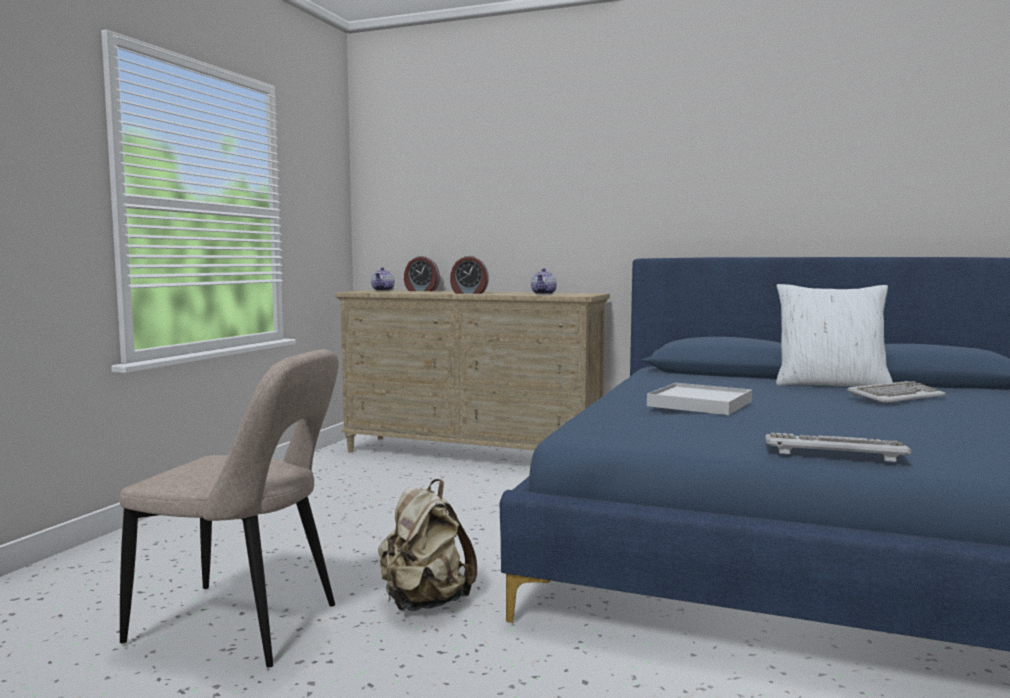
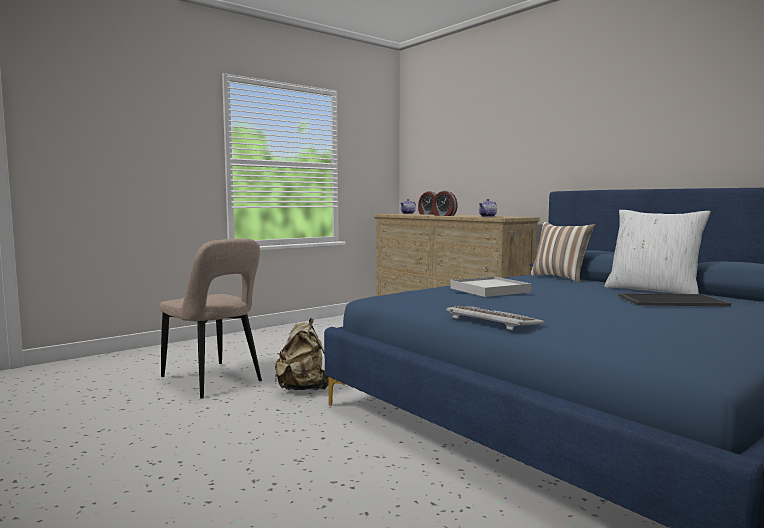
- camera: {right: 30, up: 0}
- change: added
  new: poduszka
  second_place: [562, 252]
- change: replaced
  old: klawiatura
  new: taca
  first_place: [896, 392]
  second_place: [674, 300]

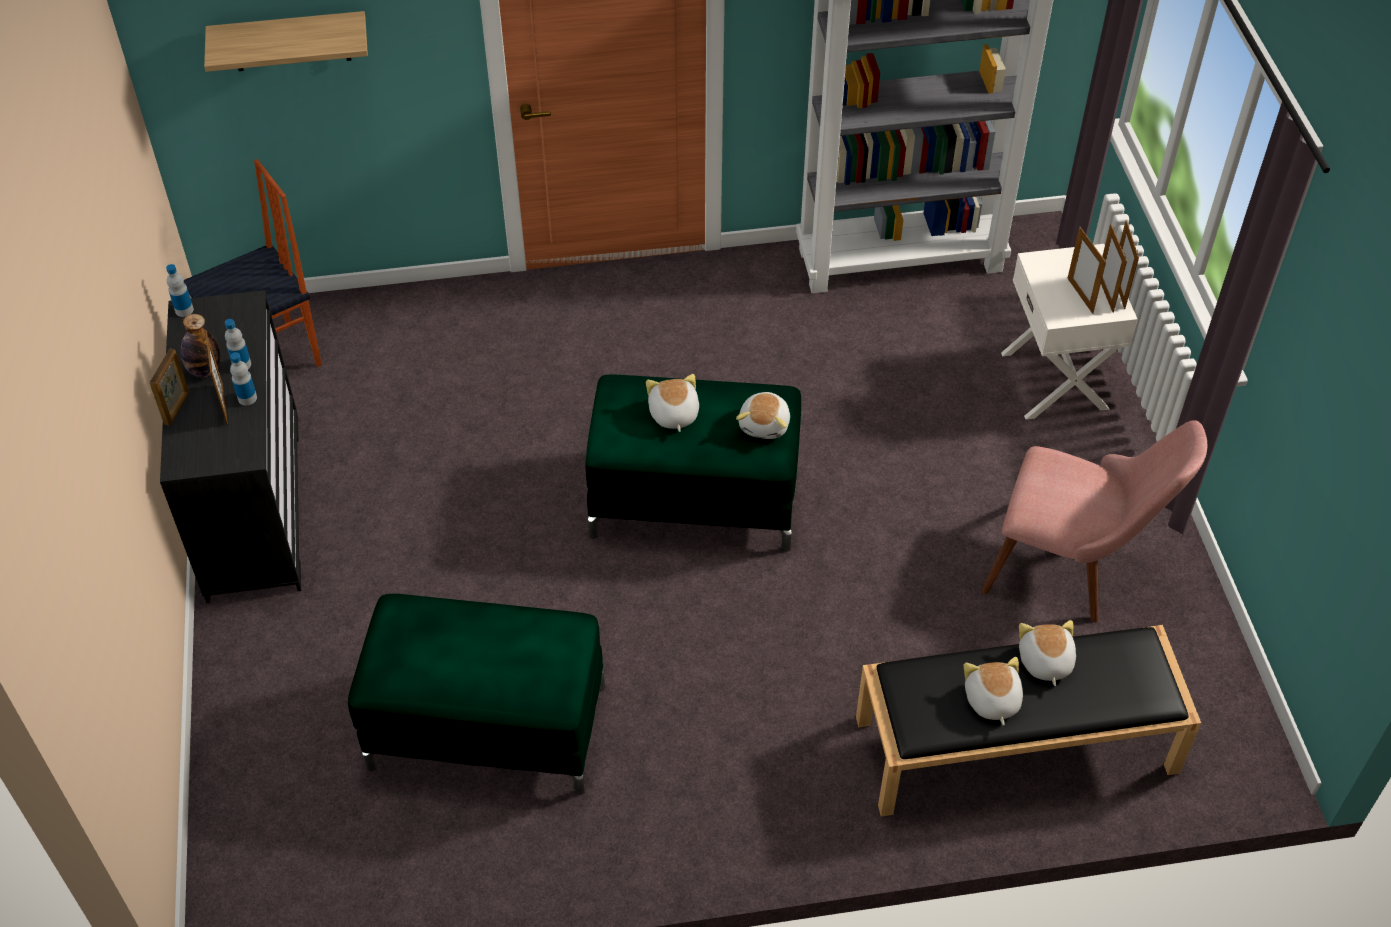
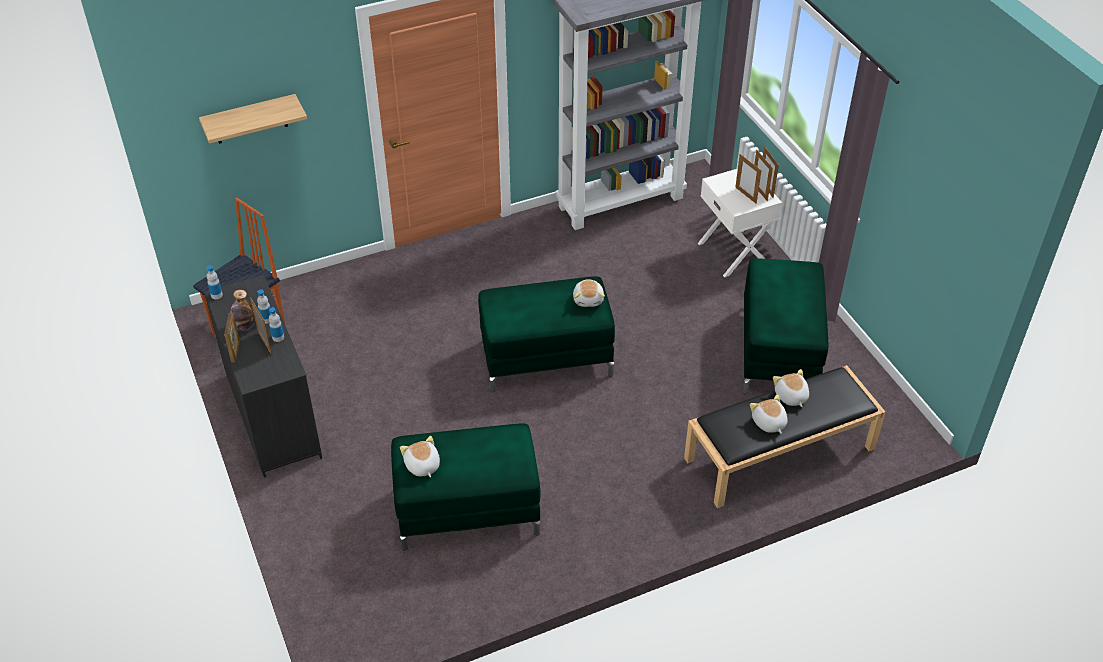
- camera: {right: -15, up: -5}
- change: moved
  old: pluszak
  first_place: [672, 403]
  second_place: [420, 457]
- change: replaced
  old: krzesło (różowy)
  new: pufa (zielony)
  first_place: [1094, 521]
  second_place: [785, 326]

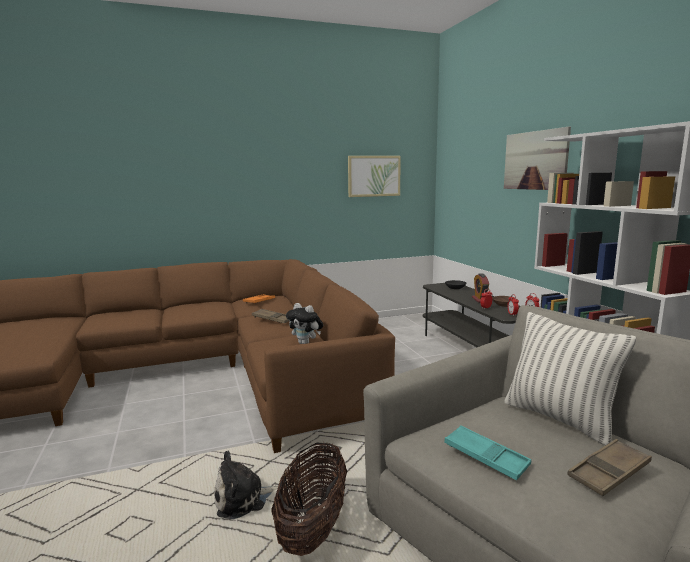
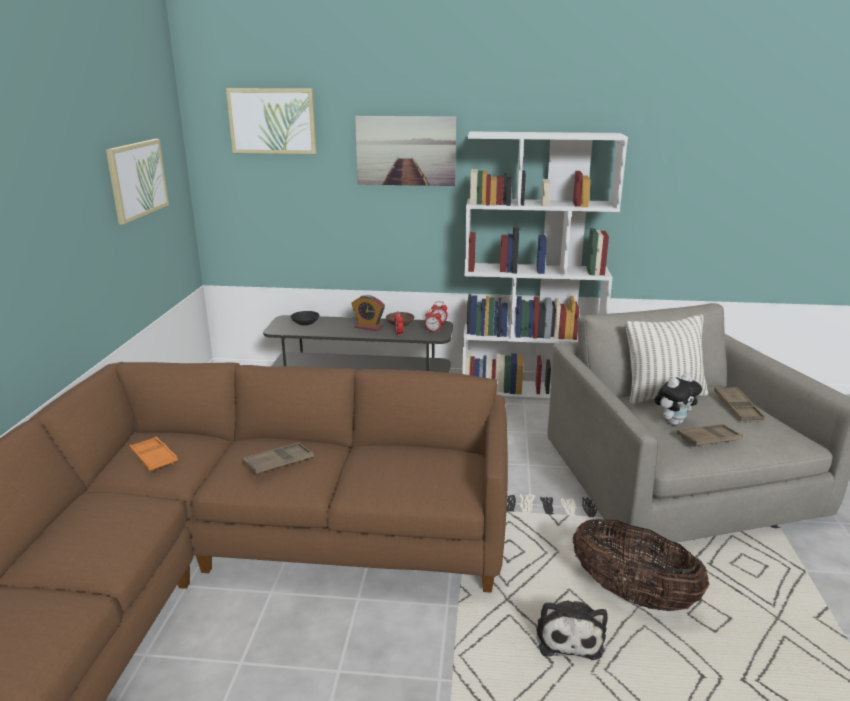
- camera: {right: -65, up: 10}
- change: added
  new: obraz
  second_place: [271, 121]
- change: moved
  old: pluszak
  first_place: [304, 323]
  second_place: [678, 399]
- change: recoloured
  old: taca (turkusowy)
  new: taca (brązowy)
  first_place: [487, 453]
  second_place: [710, 435]

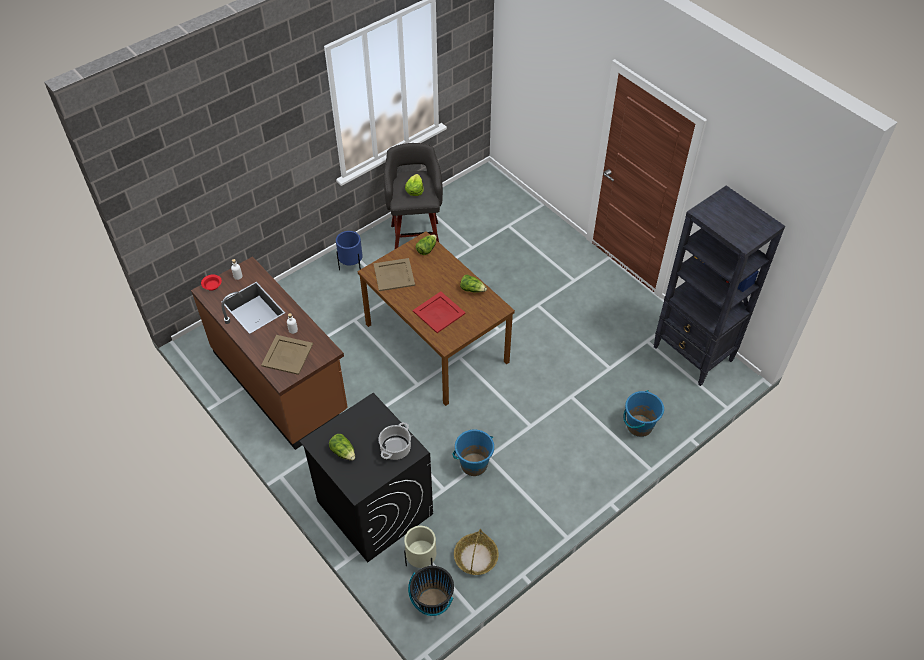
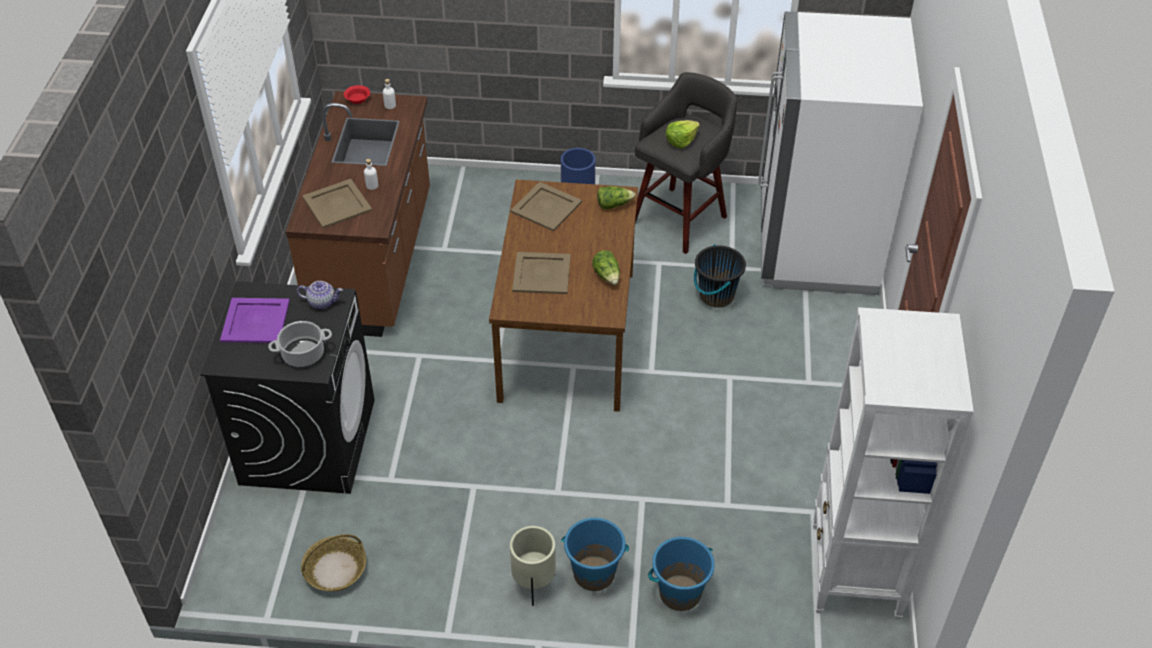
- camera: {right: 45, up: -5}
- change: replaced
  old: sałata
  new: taca (fioletowy)
  first_place: [342, 447]
  second_place: [255, 320]
- change: added
  new: imbryk
  second_place: [320, 295]
- change: moved
  old: donica (beżowy)
  first_place: [420, 547]
  second_place: [533, 566]
- change: recoloured
  old: taca (czerwony)
  new: taca (beżowy)
  first_place: [439, 312]
  second_place: [541, 273]
- change: moved
  old: wiadro (niebieski)
  first_place: [473, 453]
  second_place: [595, 554]
- change: moved
  old: wiadro (czarny)
  first_place: [431, 591]
  second_place: [720, 276]
- change: added
  new: lodówka (biały)
  second_place: [840, 153]
- change: recoloured
  old: regał (czarny)
  new: regał (biały)
  first_place: [719, 285]
  second_place: [893, 463]

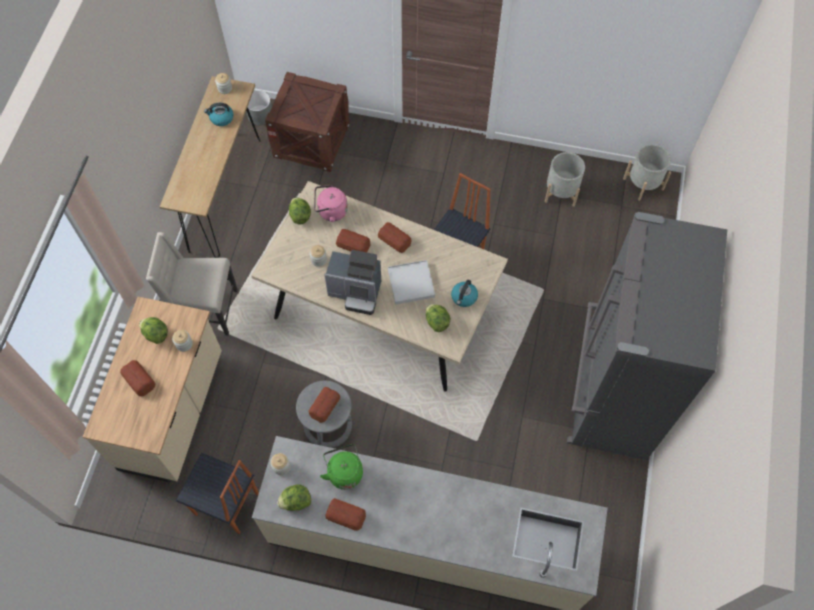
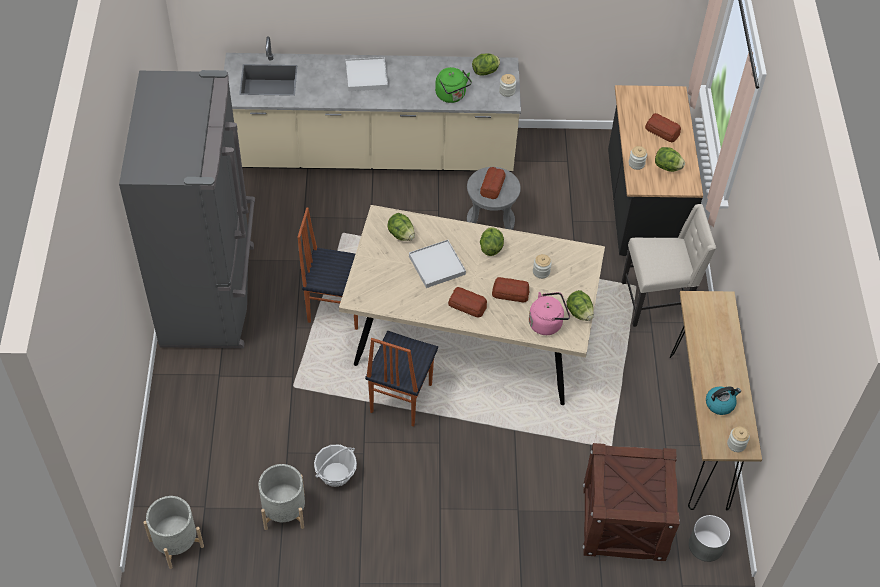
- camera: {right: 165, up: -10}
- change: moved
  old: krzesło
  first_place: [217, 493]
  second_place: [328, 268]
- change: added
  new: koszyk
  second_place: [335, 466]
- change: added
  new: taca (biały)
  second_place: [367, 74]
- change: replaced
  old: ekspres do kawy
  new: sałata
  first_place: [352, 282]
  second_place: [492, 241]
- change: recoloured
  old: zabudowa kuchenna (beżowy)
  new: zabudowa kuchenna (czarny)
  first_place: [152, 389]
  second_place: [655, 174]
- change: removed
  old: chleb
  first_place: [345, 514]
- change: removed
  old: czajnik
  first_place: [464, 293]

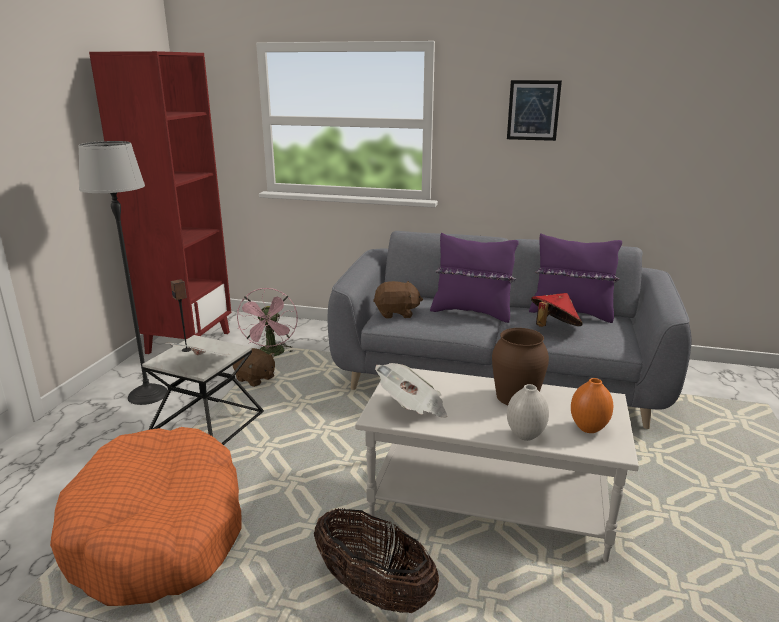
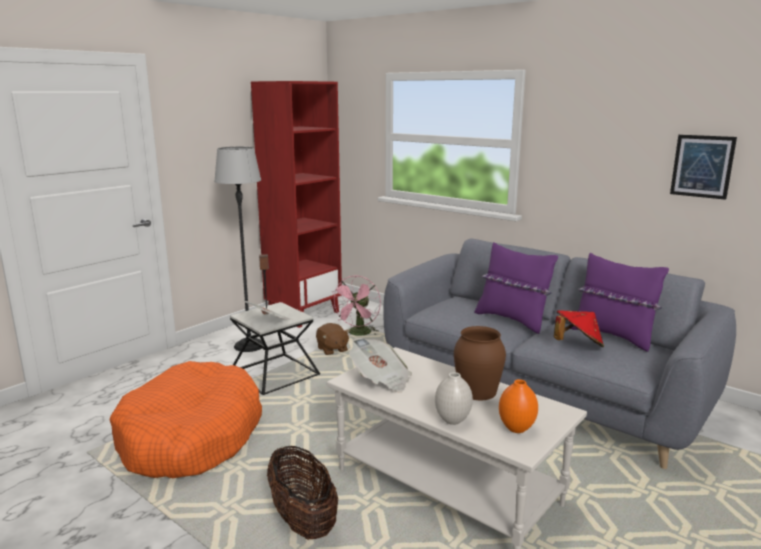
- camera: {right: 25, up: -5}
- change: moved
  old: obraz
  first_place: [534, 110]
  second_place: [703, 167]
- change: removed
  old: pluszak (brązowy)
  first_place: [398, 300]

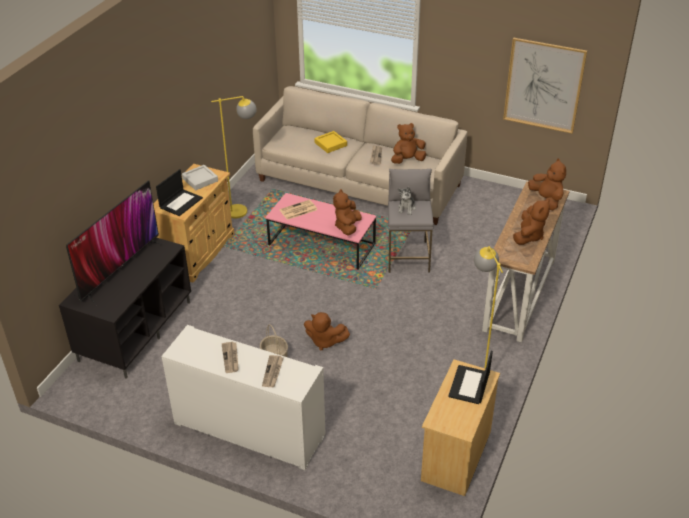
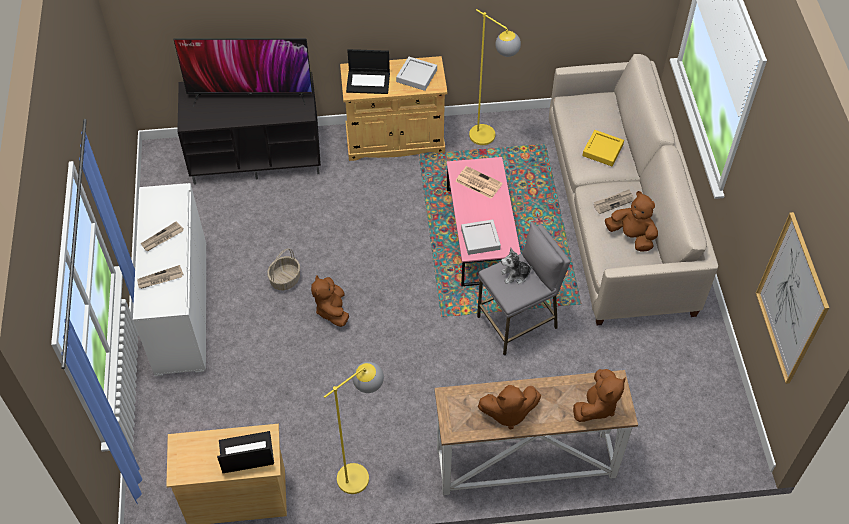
- camera: {right: 60, up: 15}
- change: replaced
  old: pluszak (brązowy)
  new: taca (szary)
  first_place: [347, 212]
  second_place: [481, 237]

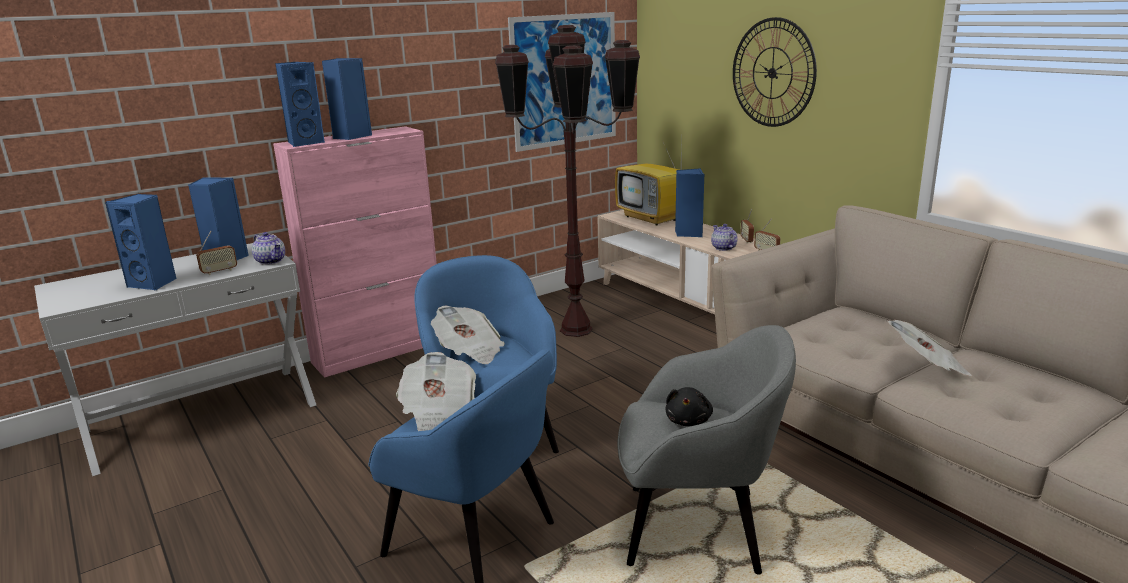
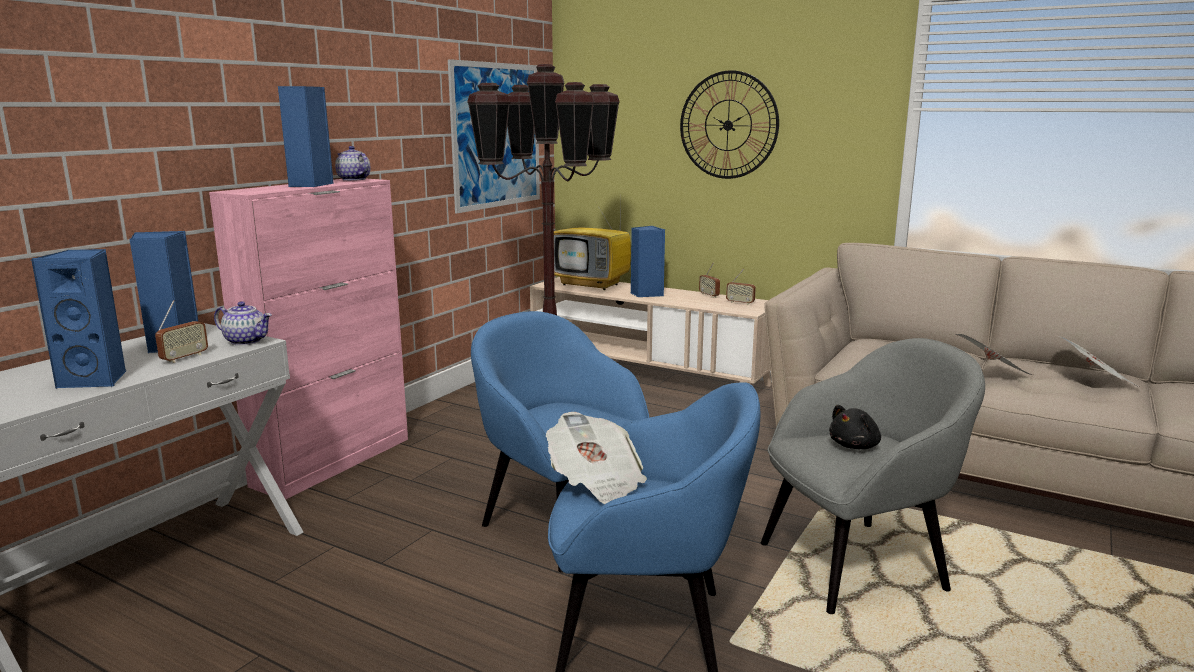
- camera: {right: -25, up: -5}
- change: moved
  old: imbryk
  first_place: [724, 237]
  second_place: [353, 163]
- change: turned
  old: pluszak (czarny)
  first_place: [689, 406]
  second_place: [855, 427]
  degrees: 60
- change: moved
  old: gazeta
  first_place: [468, 335]
  second_place: [1098, 361]
- change: removed
  old: głośnik (niebieski)
  first_place: [300, 104]

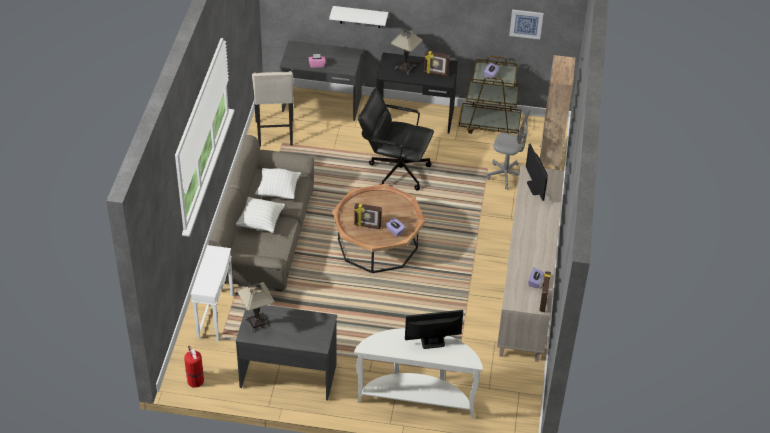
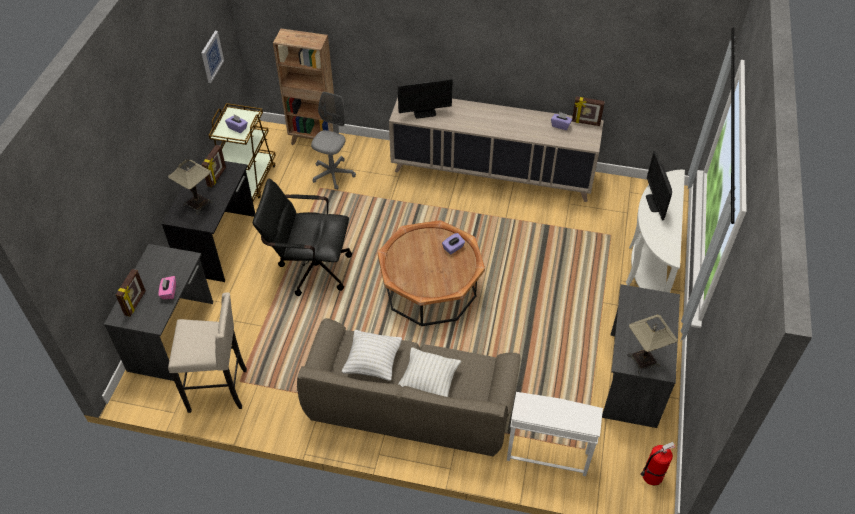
- camera: {right: -85, up: 5}
- change: moved
  old: ramka na zdjęcie
  first_place: [368, 216]
  second_place: [131, 293]
- change: turned
  old: krzesło biurowe (czarny)
  first_place: [396, 139]
  second_place: [302, 237]
  degrees: 75
- change: removed
  old: półka (biały)
  first_place: [358, 17]

